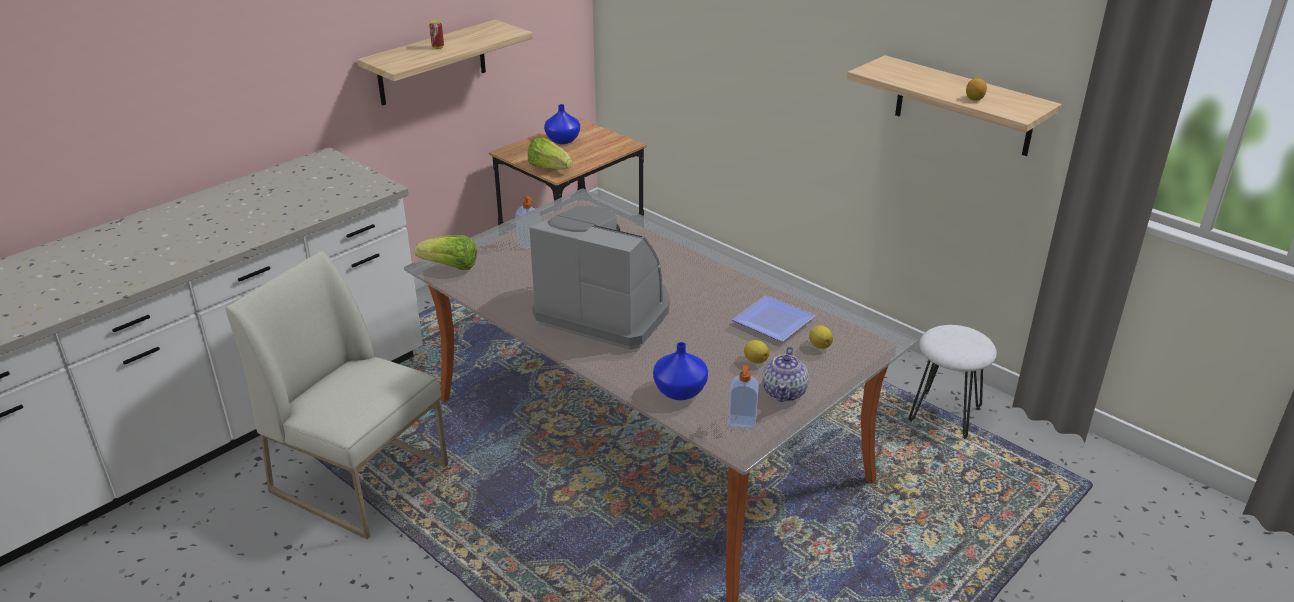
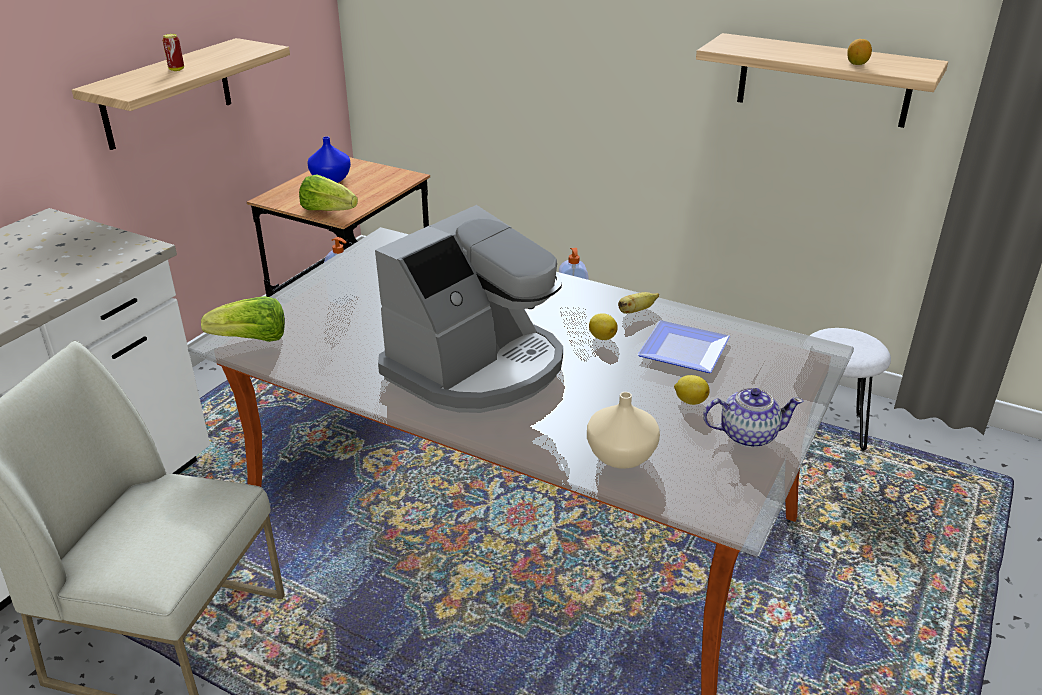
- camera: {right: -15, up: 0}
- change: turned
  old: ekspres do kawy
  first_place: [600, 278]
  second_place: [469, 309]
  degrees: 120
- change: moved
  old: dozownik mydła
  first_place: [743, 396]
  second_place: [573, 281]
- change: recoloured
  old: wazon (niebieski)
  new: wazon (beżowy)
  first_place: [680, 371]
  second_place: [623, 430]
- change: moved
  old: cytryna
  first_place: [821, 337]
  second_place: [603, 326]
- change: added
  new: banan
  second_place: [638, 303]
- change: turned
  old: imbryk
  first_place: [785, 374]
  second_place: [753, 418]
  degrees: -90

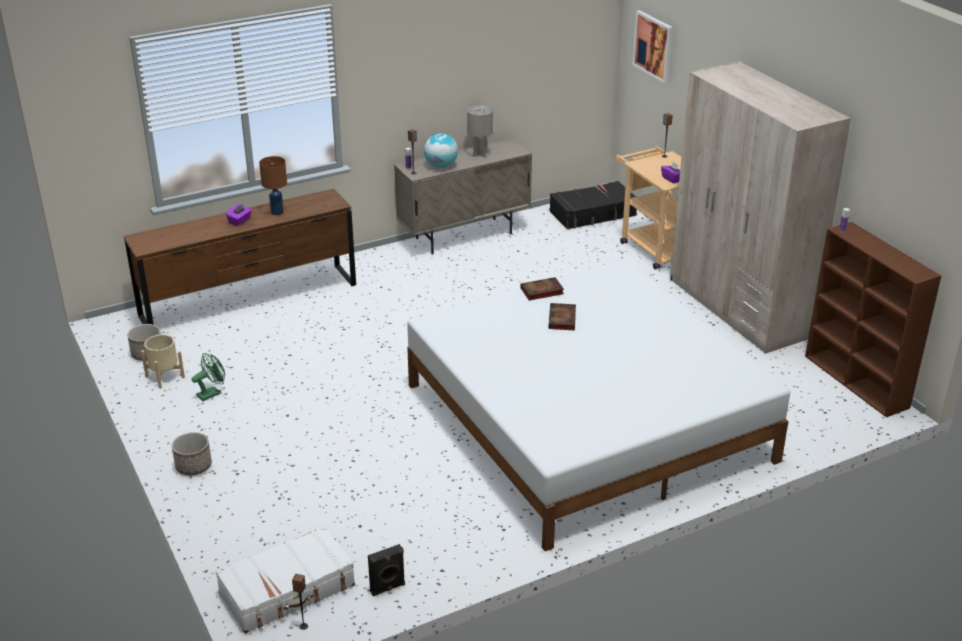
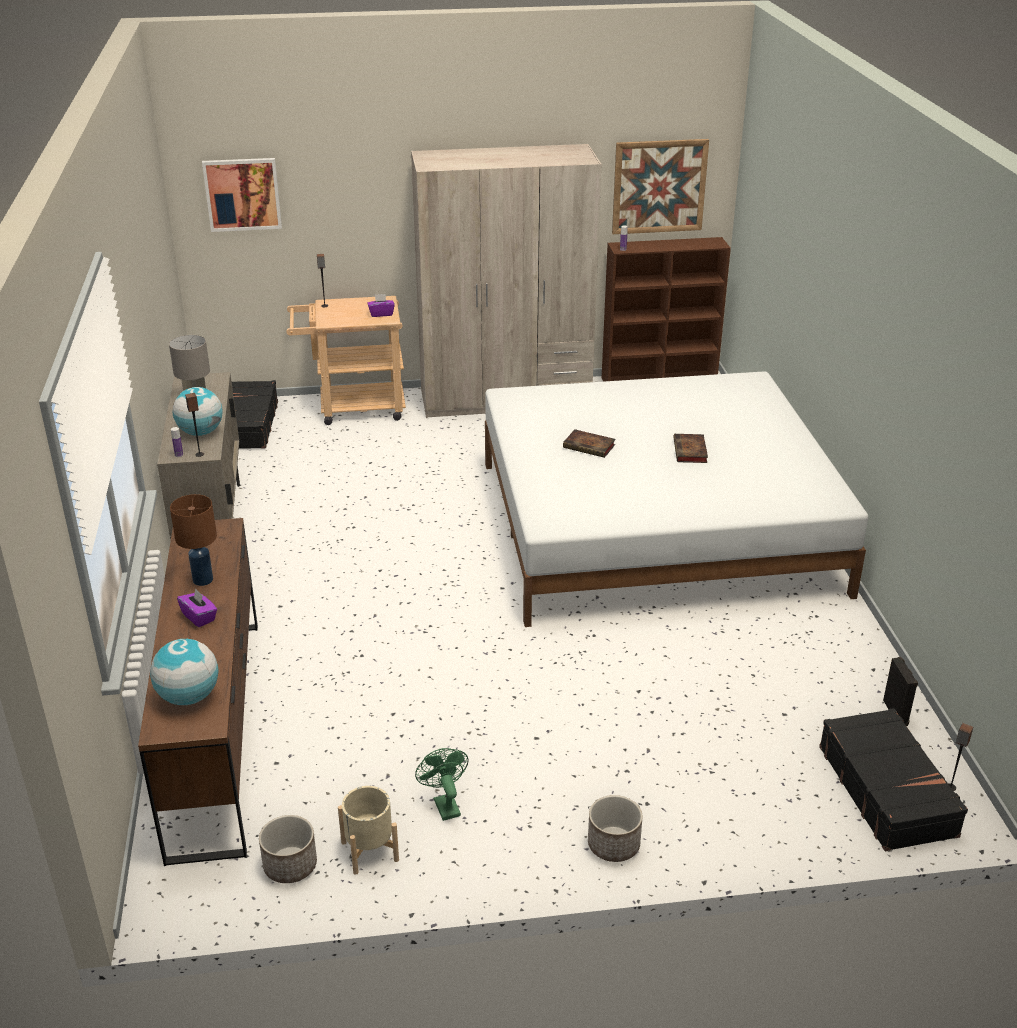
- camera: {right: -70, up: 0}
- change: added
  new: globus
  second_place: [184, 672]
- change: added
  new: obraz
  second_place: [660, 186]
- change: moved
  old: książka
  first_place: [542, 289]
  second_place: [690, 448]
- change: recoloured
  old: walizka (biały)
  new: walizka (czarny)
  first_place: [285, 580]
  second_place: [893, 779]

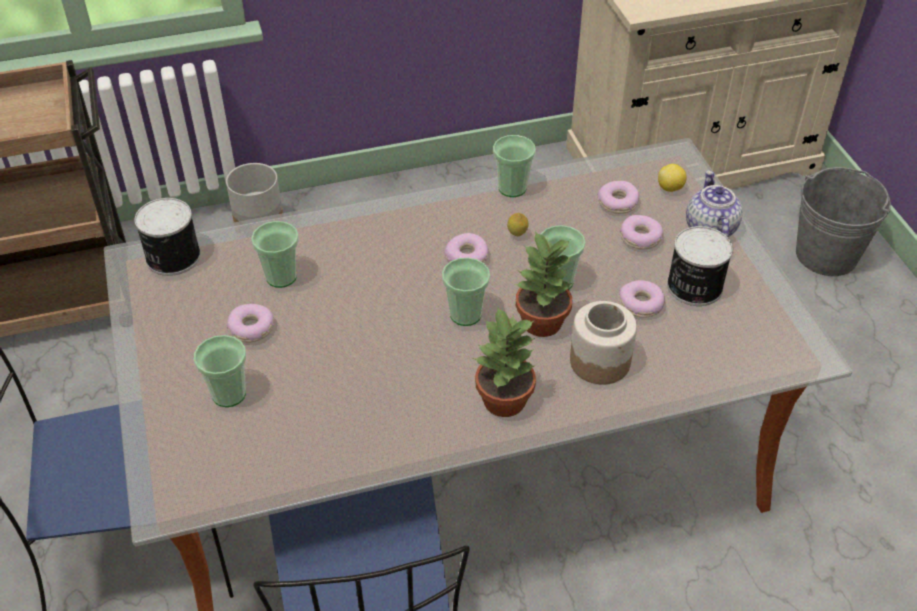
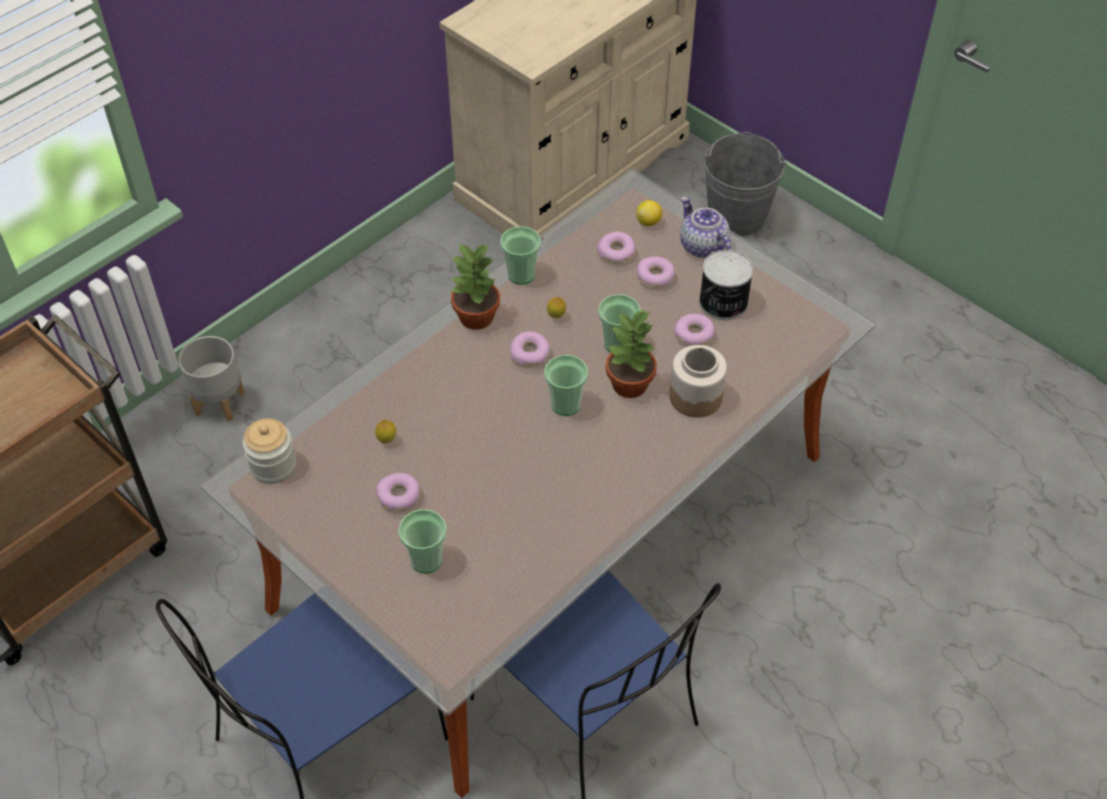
- camera: {right: -30, up: 5}
- change: replaced
  old: puszka
  new: słoik
  first_place: [167, 237]
  second_place: [269, 451]
- change: replaced
  old: filiżanka
  new: cytryna
  first_place: [275, 254]
  second_place: [385, 432]
- change: moved
  old: roślina doniczkowa
  first_place: [504, 361]
  second_place: [475, 286]

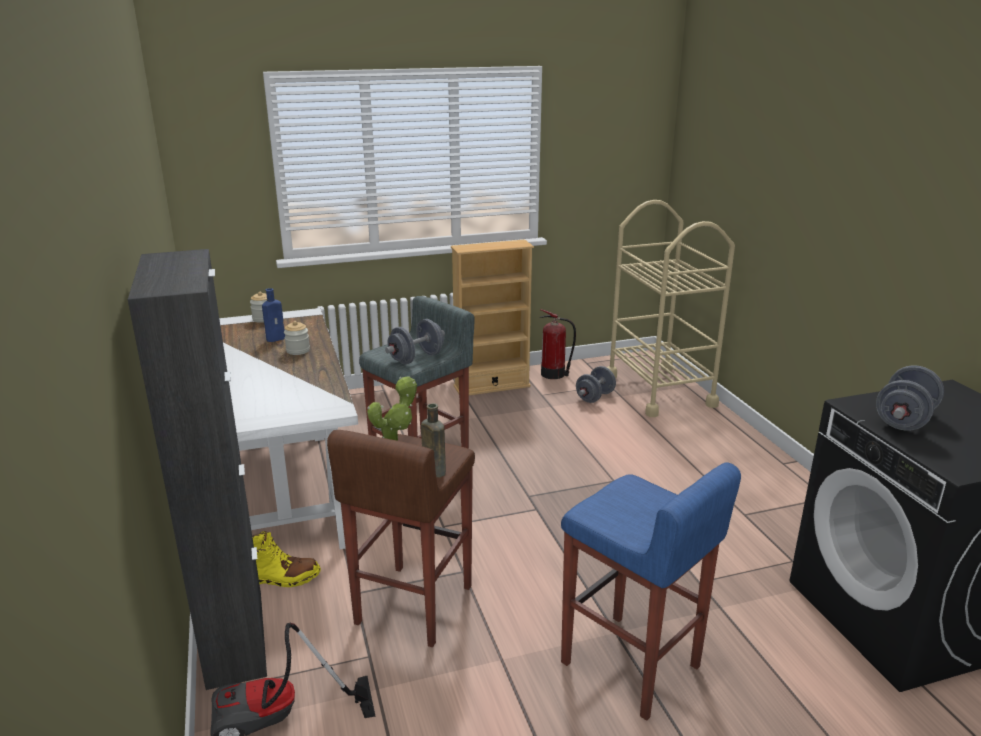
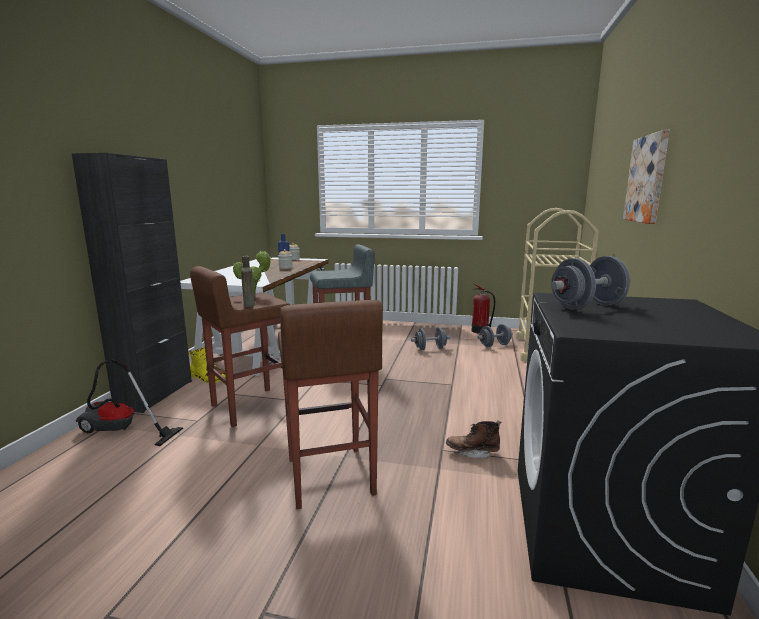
- camera: {right: 30, up: -10}
- change: recoloured
  old: stołek (niebieski)
  new: stołek (brązowy)
  first_place: [651, 591]
  second_place: [330, 404]
- change: moved
  old: hantel (szary)
  first_place: [415, 341]
  second_place: [430, 338]
- change: added
  new: but z cholewką (brązowy)
  second_place: [474, 439]
- change: added
  new: obraz
  second_place: [646, 177]
- change: removed
  old: regał (beżowy)
  first_place: [492, 317]

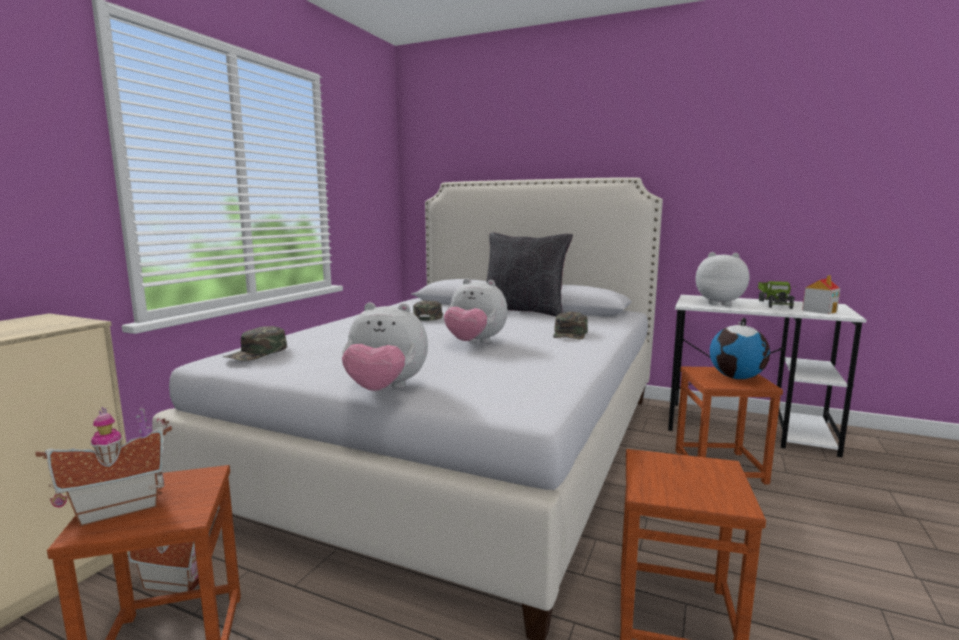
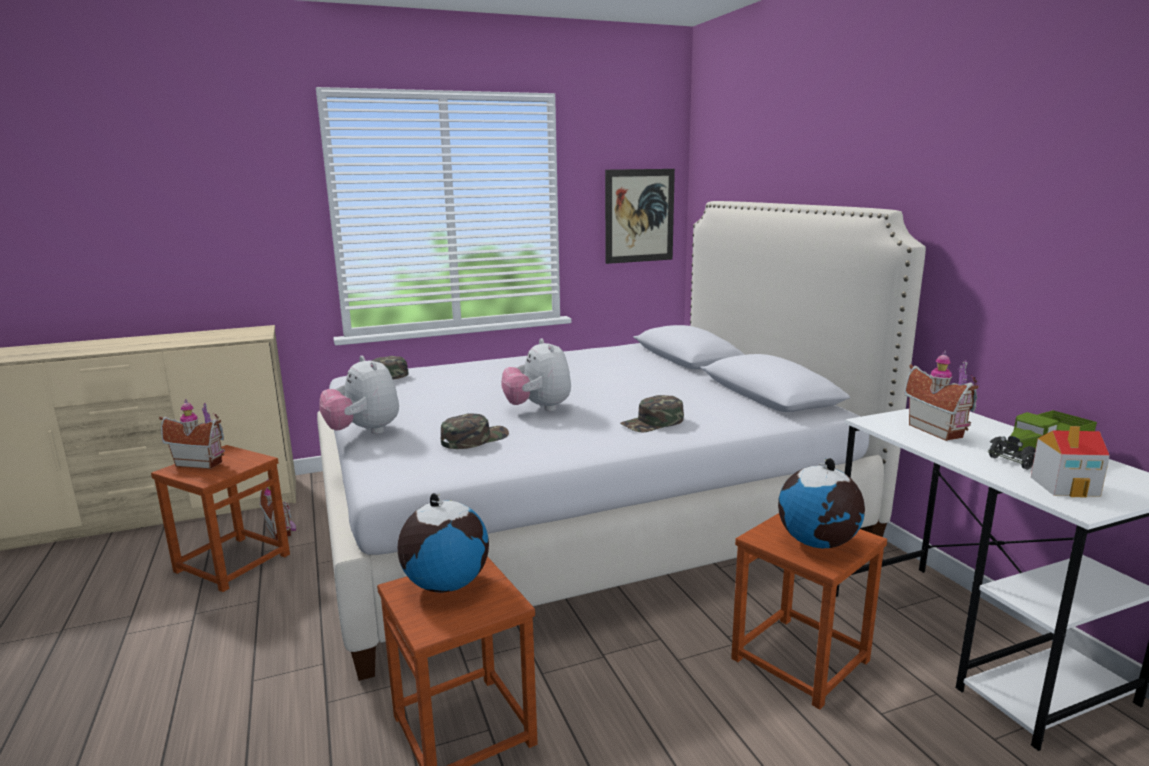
- camera: {right: 45, up: 5}
- change: added
  new: globus
  second_place: [443, 543]
- change: moved
  old: czapka z daszkiem (zielony)
  first_place: [428, 310]
  second_place: [475, 431]
- change: added
  new: obraz
  second_place: [640, 216]
- change: replaced
  old: pluszak
  new: domek
  first_place: [722, 279]
  second_place: [941, 395]
- change: removed
  old: poduszka (czarny)
  first_place: [529, 274]

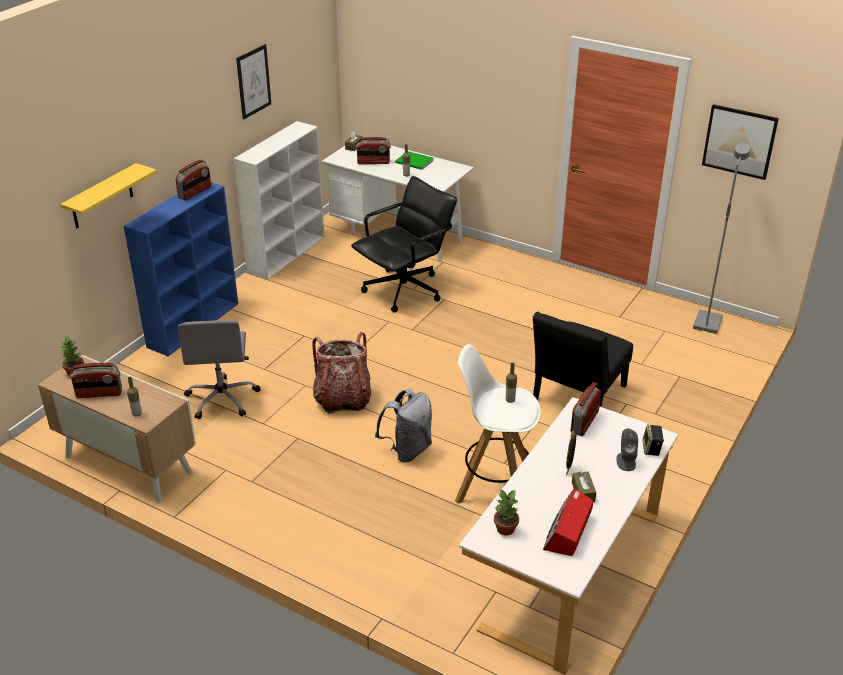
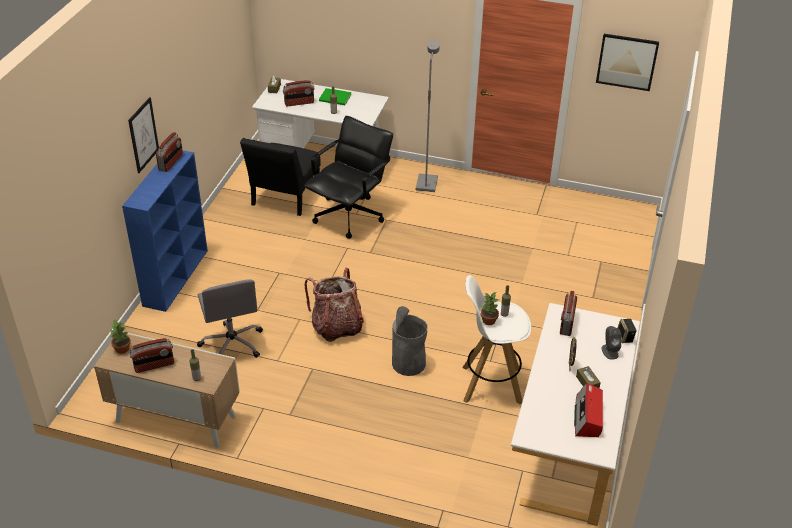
- camera: {right: -15, up: 5}
- change: moved
  old: obraz
  first_place: [253, 81]
  second_place: [143, 135]
- change: moved
  old: krzesło (czarny)
  first_place: [583, 359]
  second_place: [280, 177]
- change: replaced
  old: plecak (szary)
  new: kosz na śmieci (szary)
  first_place: [403, 425]
  second_place: [410, 341]
- change: moved
  old: lampa stojąca (szary)
  first_place: [721, 238]
  second_place: [427, 116]
- change: moved
  old: roślina doniczkowa
  first_place: [506, 512]
  second_place: [490, 308]
- change: removed
  old: półka (żółty)
  first_place: [108, 195]
- change: removed
  old: regał (biały)
  first_place: [279, 200]

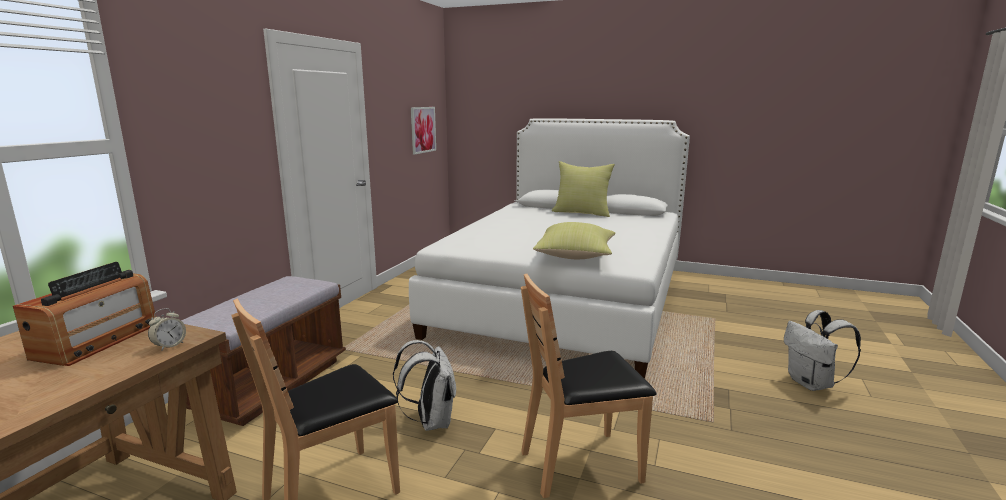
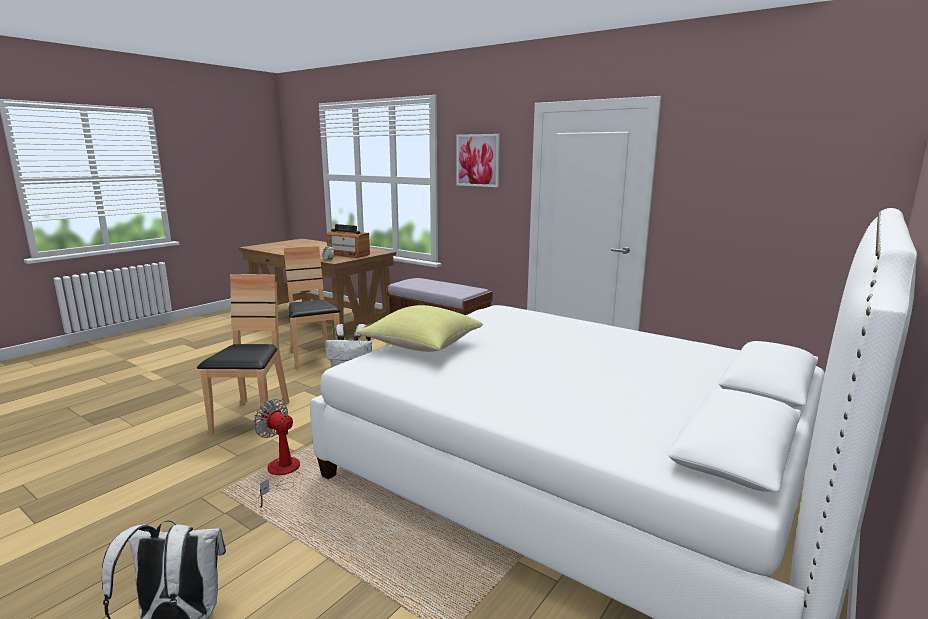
- camera: {right: 105, up: 0}
- change: added
  new: wentylator
  second_place: [276, 453]
- change: moved
  old: obraz
  first_place: [423, 130]
  second_place: [478, 160]
- change: removed
  old: poduszka (żółty)
  first_place: [583, 189]

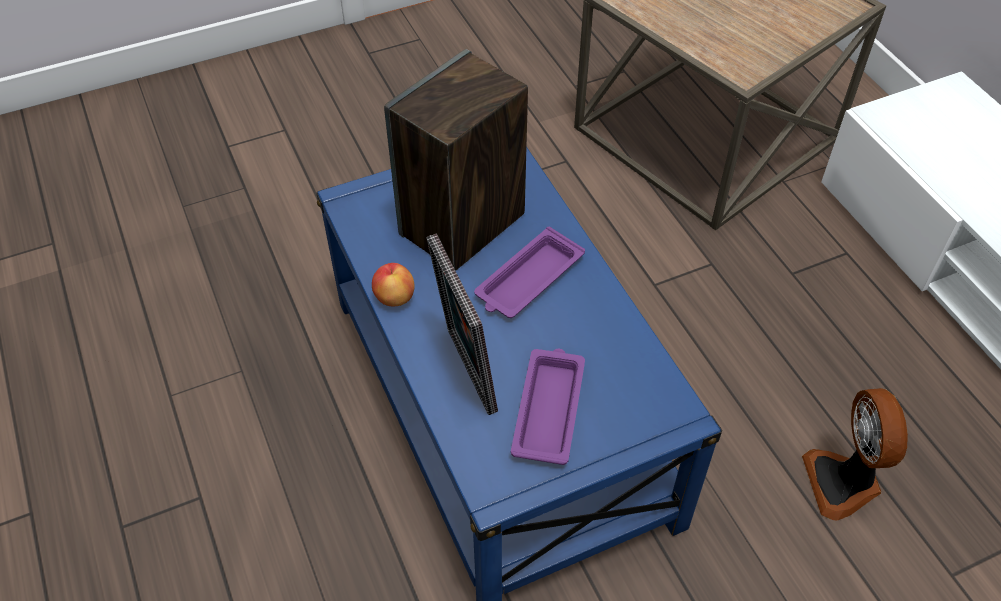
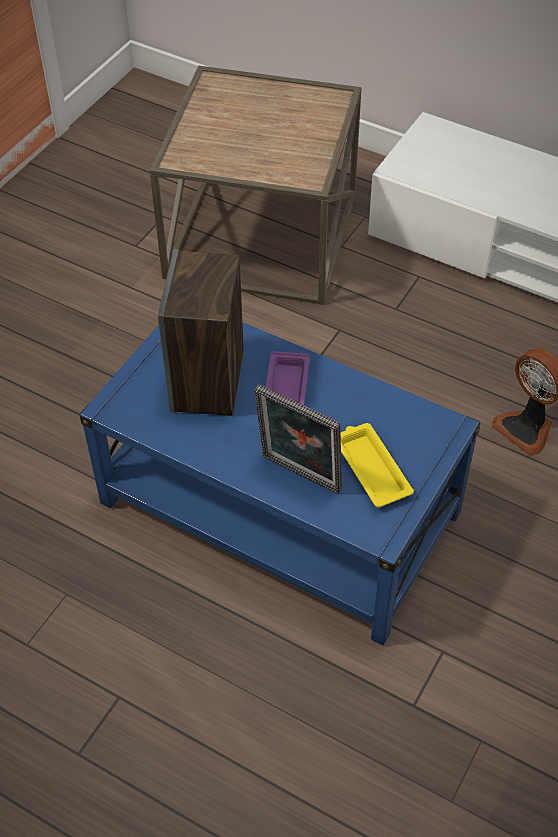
- camera: {right: -35, up: 0}
- change: recoloured
  old: taca (fioletowy)
  new: taca (żółty)
  first_place: [548, 407]
  second_place: [377, 465]
- change: removed
  old: jabłko
  first_place: [393, 284]

